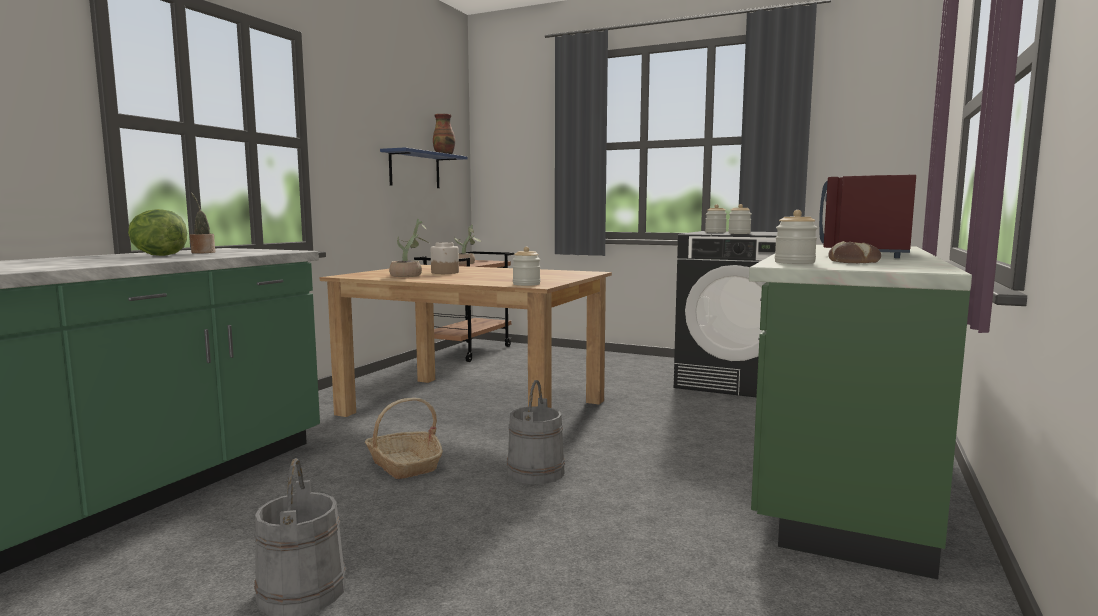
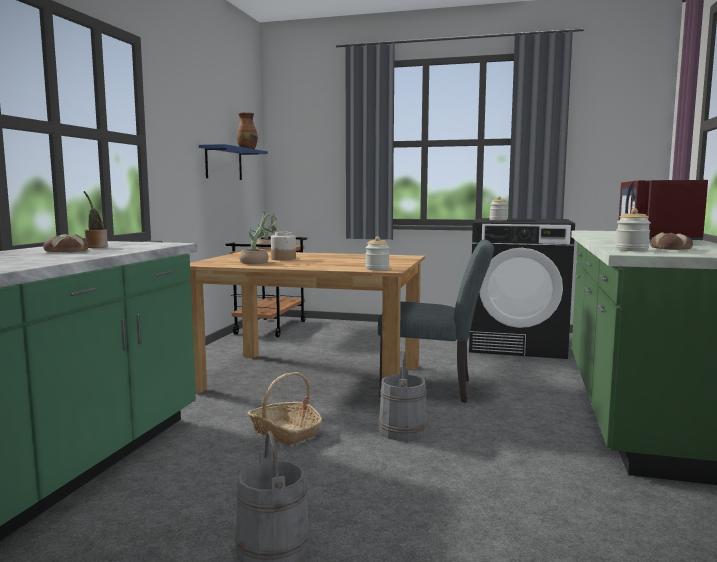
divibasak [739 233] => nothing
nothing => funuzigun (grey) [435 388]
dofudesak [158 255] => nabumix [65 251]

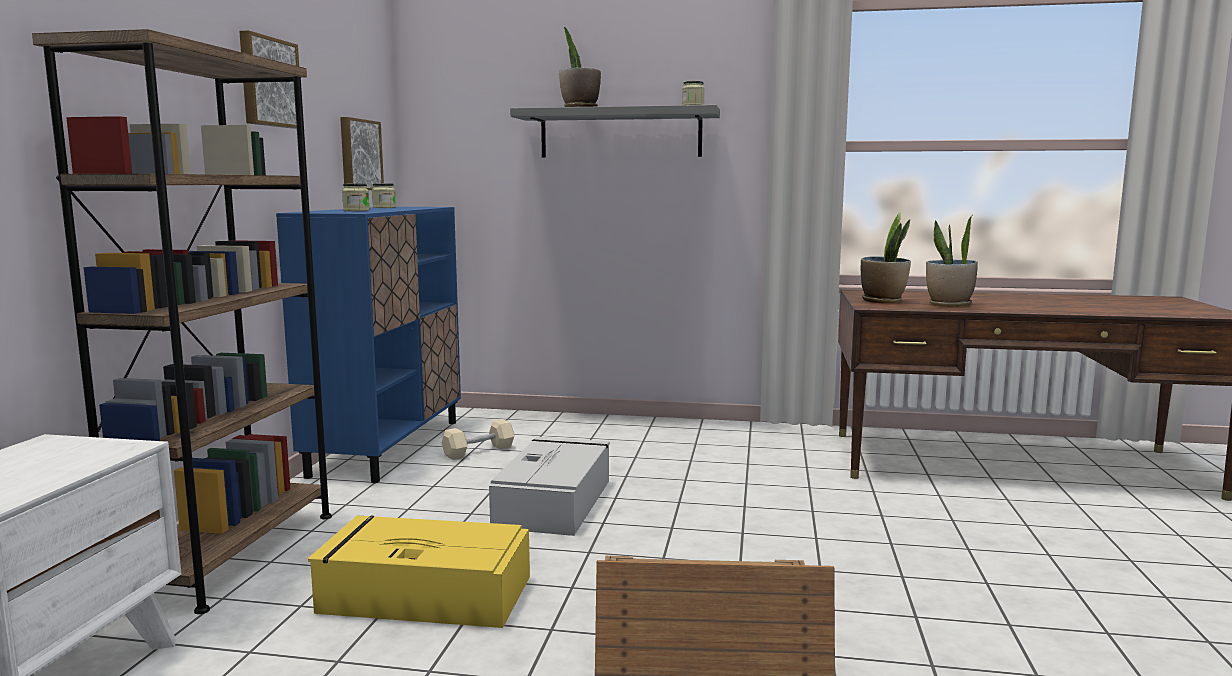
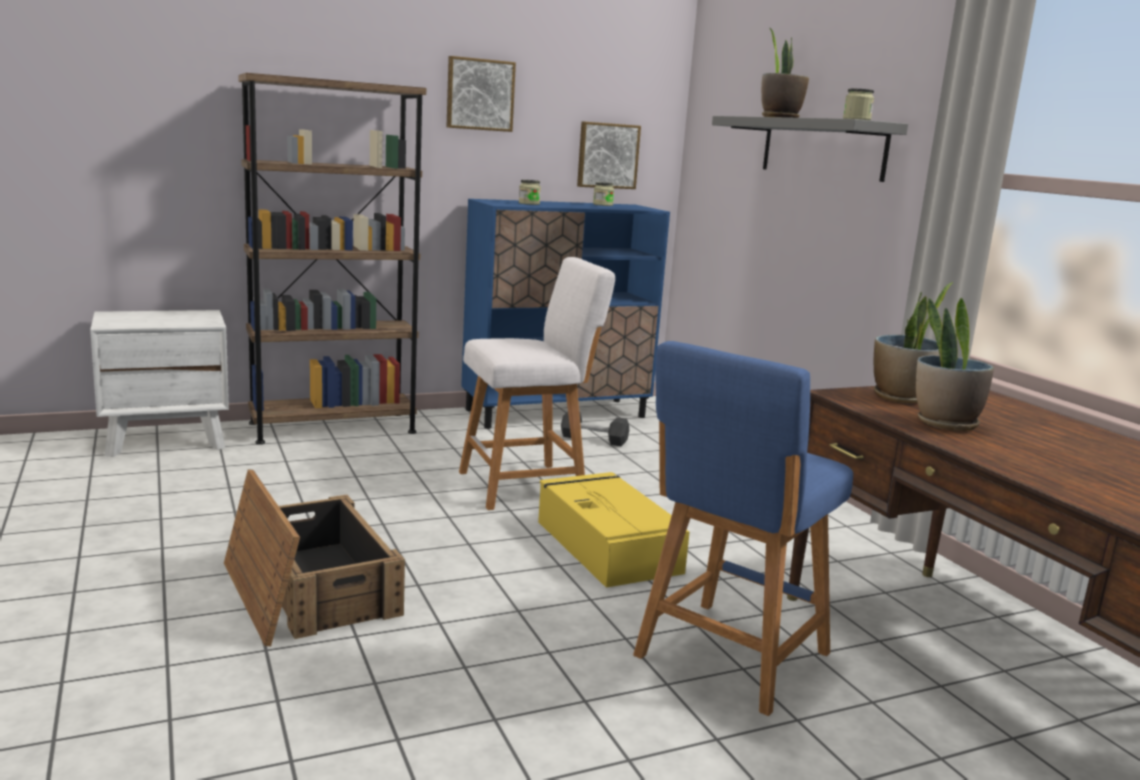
nothing => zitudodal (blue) [727 658]
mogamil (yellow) [423 594] => mogamil (yellow) [606 545], moved
mogamil (grey) [554 502] => zitudodal (white) [528 485]
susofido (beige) [479 451] => susofido (black) [594 439]

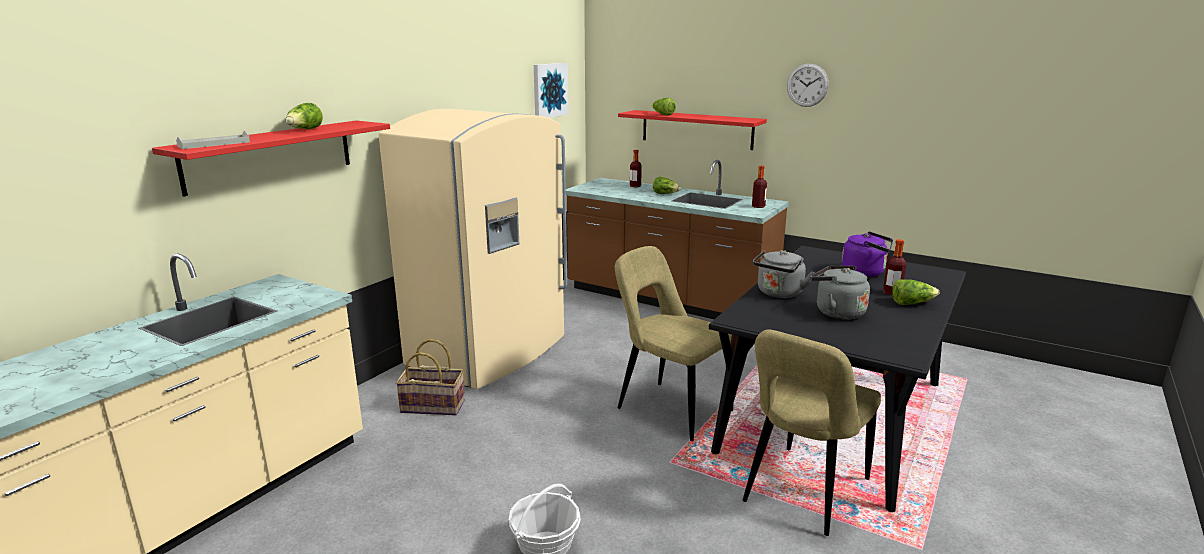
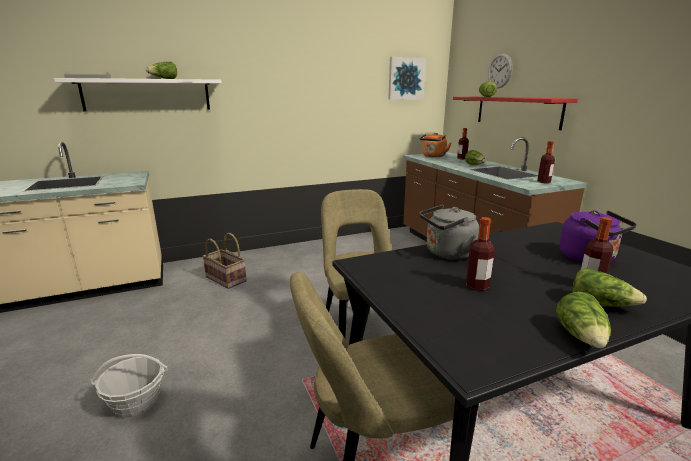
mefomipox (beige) [490 352] => nothing
nothing => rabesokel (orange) [433 156]
nothing => dofudesak [581 337]
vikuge [807 85] => vikuge [499 71], moved
rabesokel (grey) [836 312] => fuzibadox [477 286]
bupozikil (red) [270 155] => bupozikil (white) [147 95]

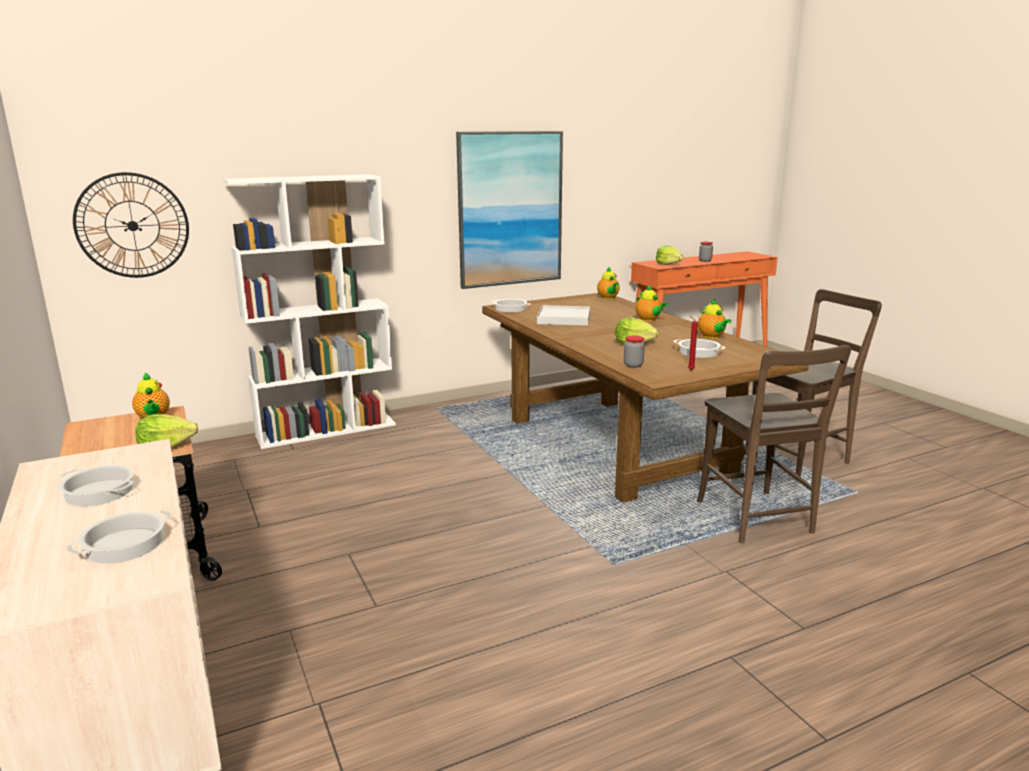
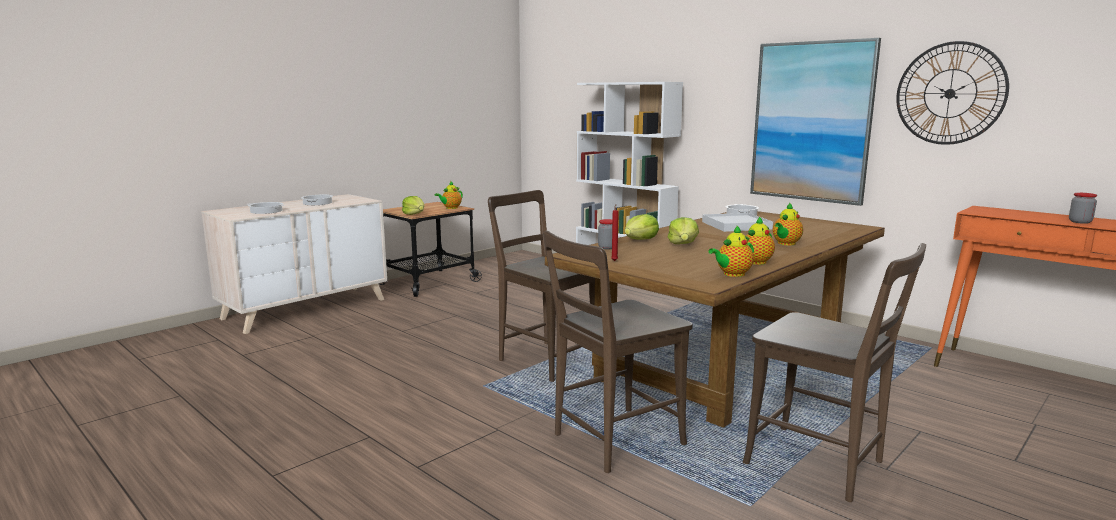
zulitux [699 352] => nothing
nothing => funuzigun (brown) [545 359]
vikuge [132 225] => vikuge [950 93], moved
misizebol [608 298] => misizebol [732 274], moved
dofudesak [669 264] => dofudesak [640 240], moved

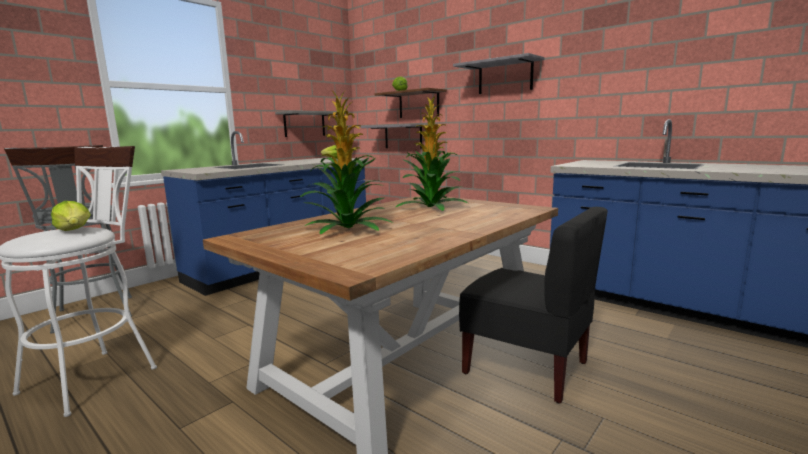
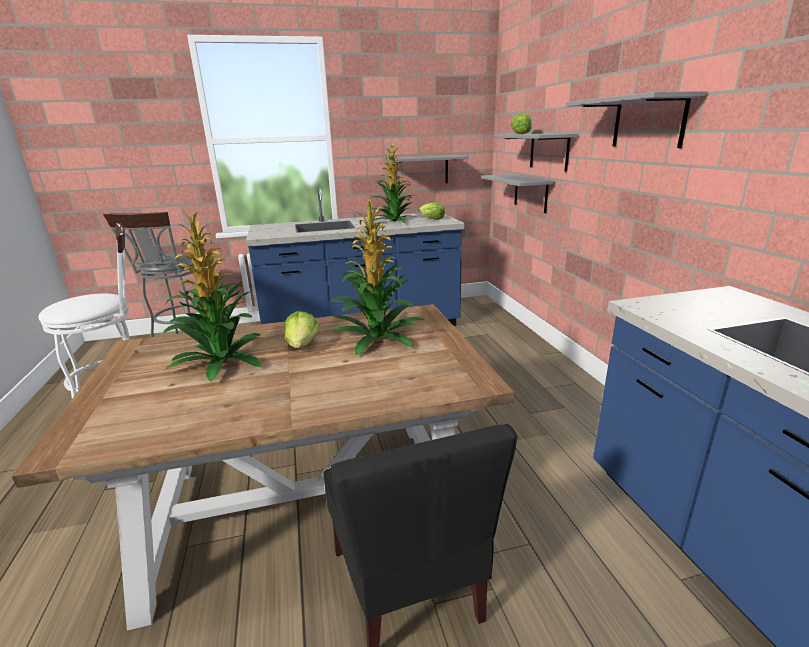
nothing => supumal [394 221]
dofudesak [75 230] => dofudesak [302 345], moved
bupozikil (brown) [419 104] => bupozikil (grey) [549 151]

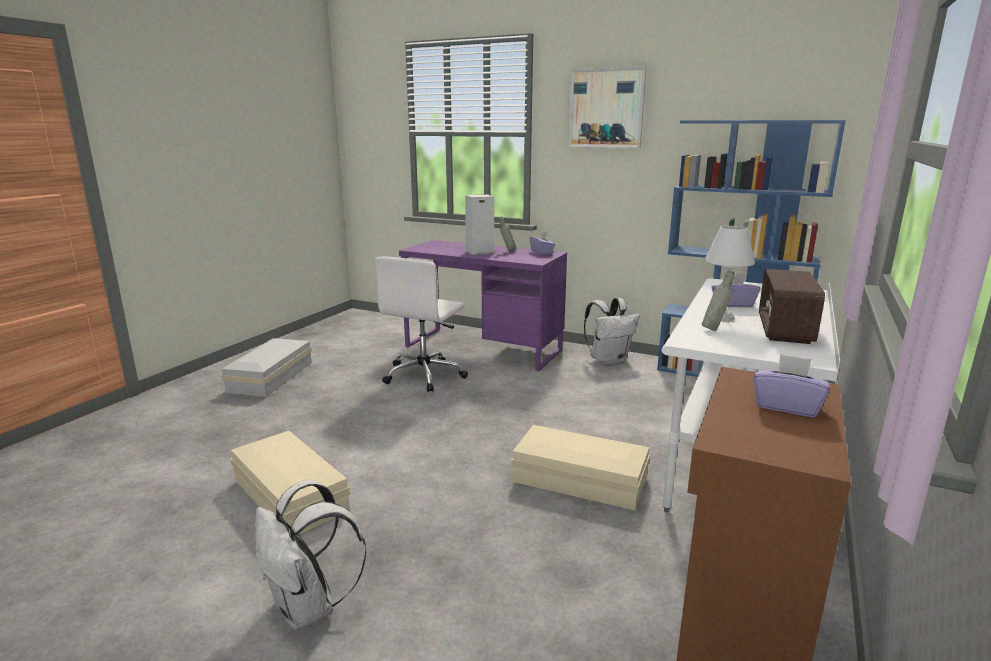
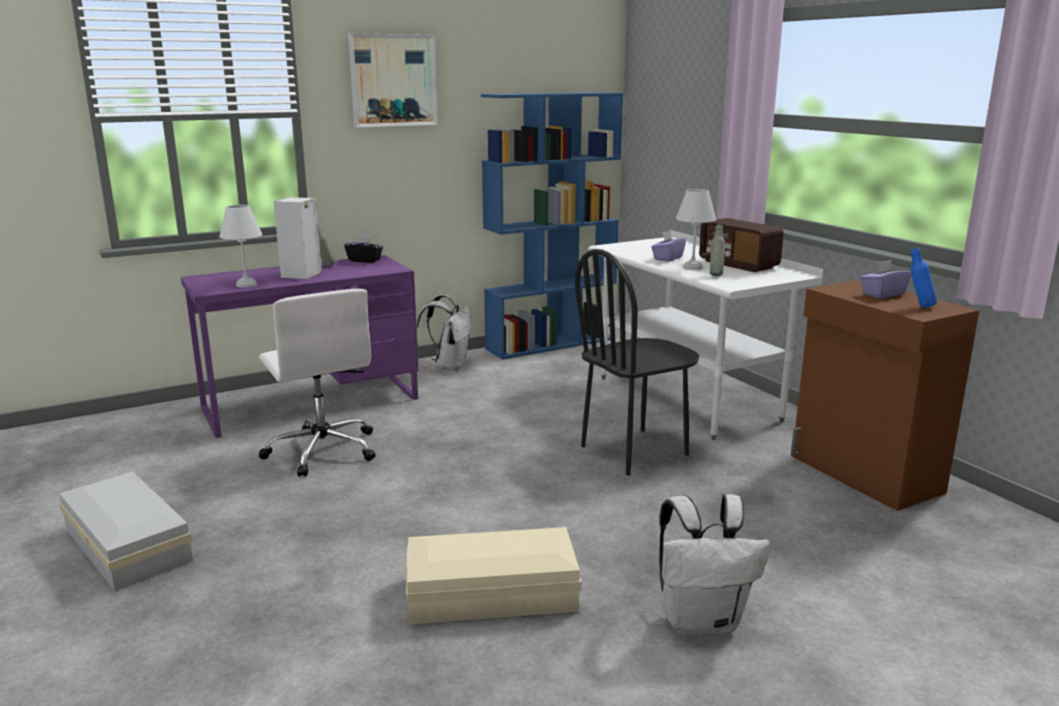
nothing => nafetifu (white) [246 284]
nothing => fuzibadox (blue) [919 307]
mogamil (beige) [578 478] => funuzigun (black) [634 451]
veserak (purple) [542 252] => veserak (black) [364 260]

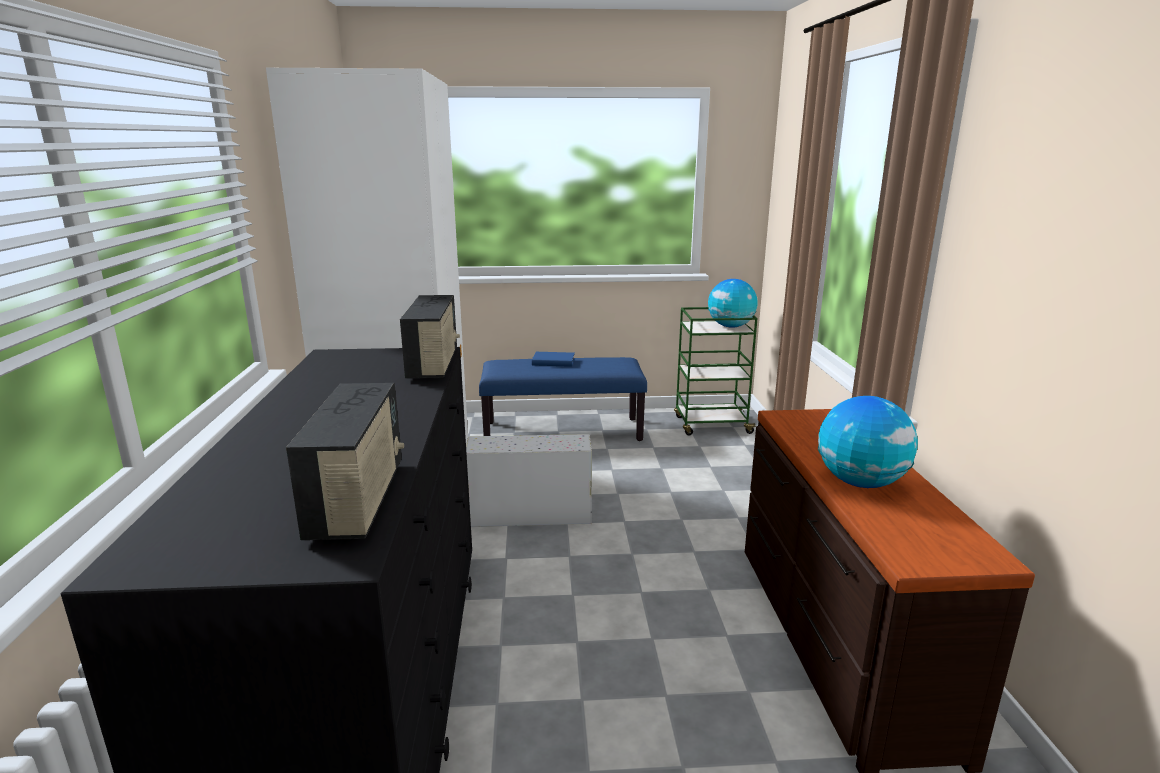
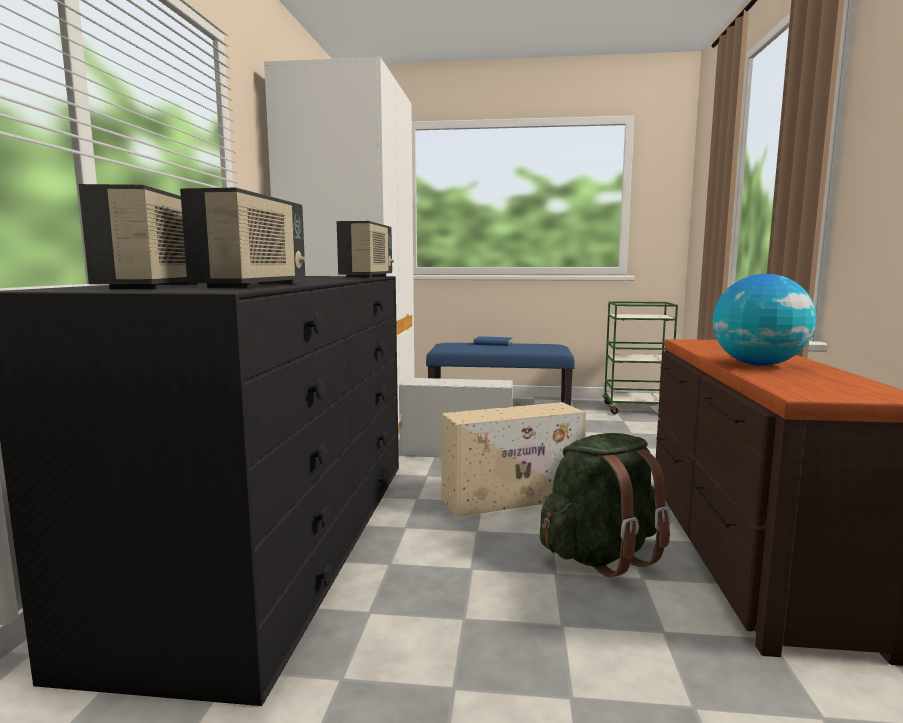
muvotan [731 326] => nothing
nothing => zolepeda [159 287]
nothing => mogamil (beige) [514 498]
nothing => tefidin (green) [601 555]

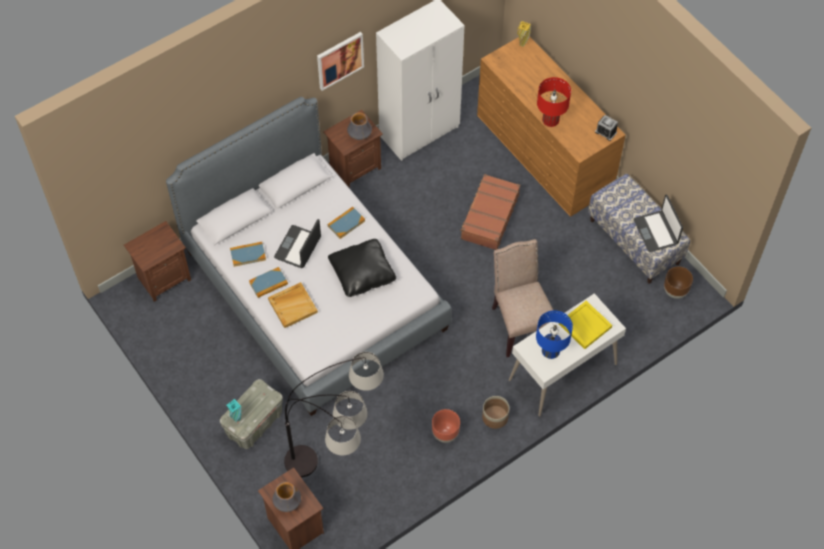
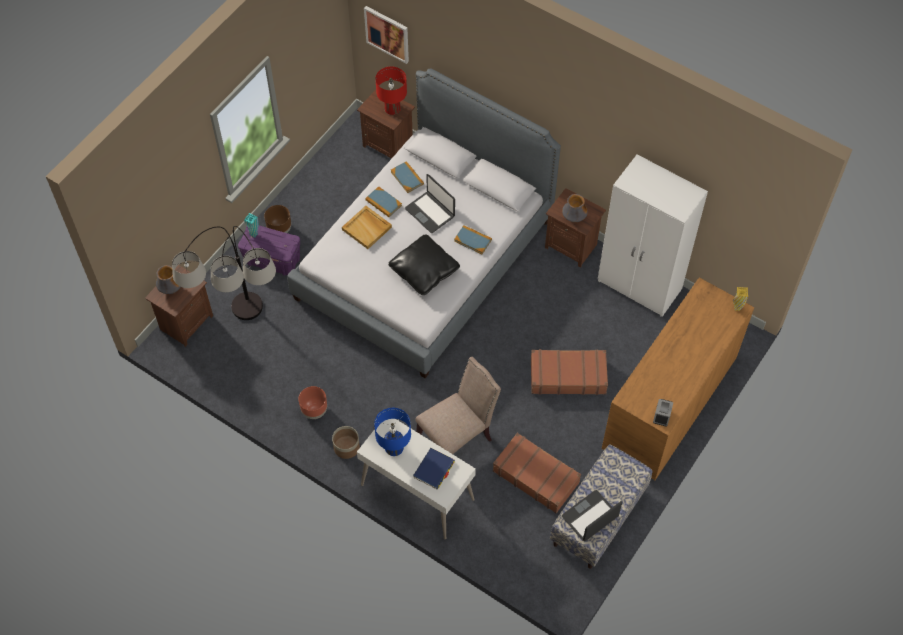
nothing => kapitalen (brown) [536 476]
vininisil [340 60] => vininisil [387 34], moved
nafetifu (red) [550 119] => nafetifu (red) [392 108], moved
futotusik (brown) [675 291] => futotusik (brown) [279 229], moved
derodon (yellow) [584 325] => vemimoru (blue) [434 469]
mogamil (grey) [254 423] => mogamil (purple) [273 259]
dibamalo [298 247] => dibamalo [430 212], 135 degrees counterclockwise

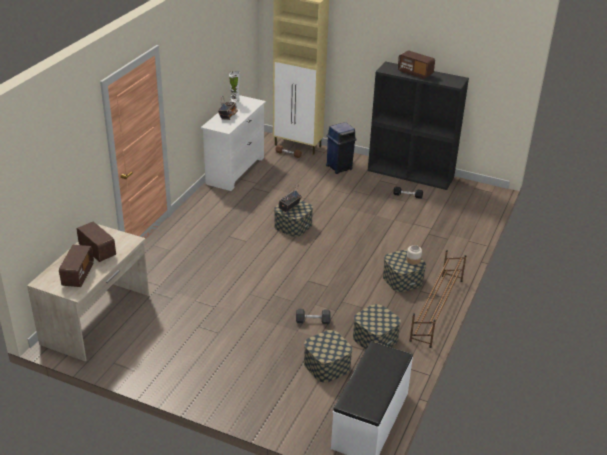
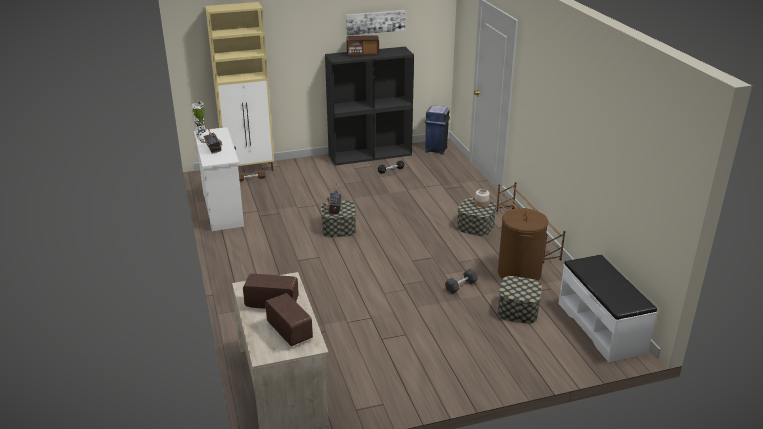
nothing => vininisil [375 22]
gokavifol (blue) [339 167] => gokavifol (blue) [436 149], moved
mogamil [375 338] => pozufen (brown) [519 273]

